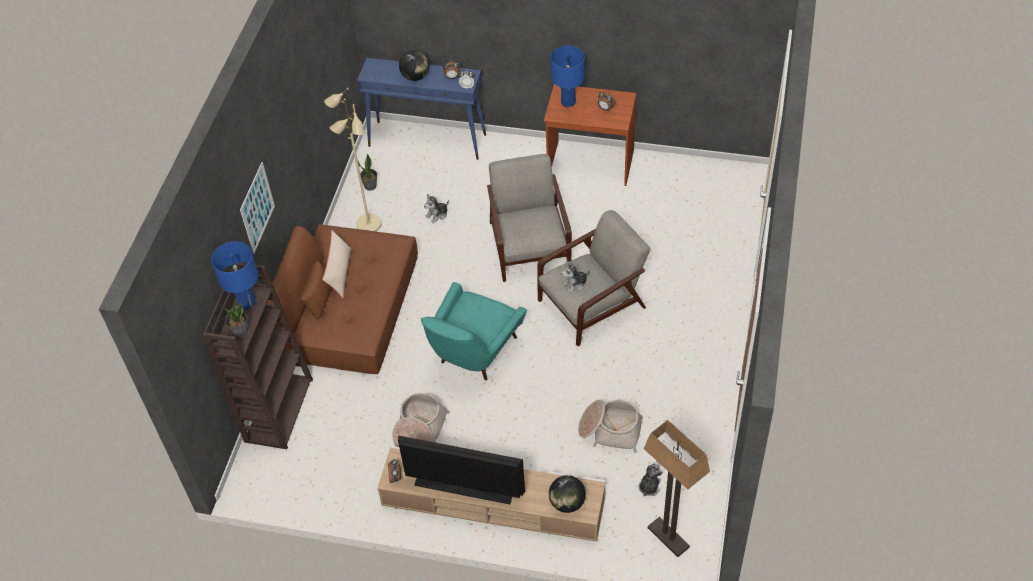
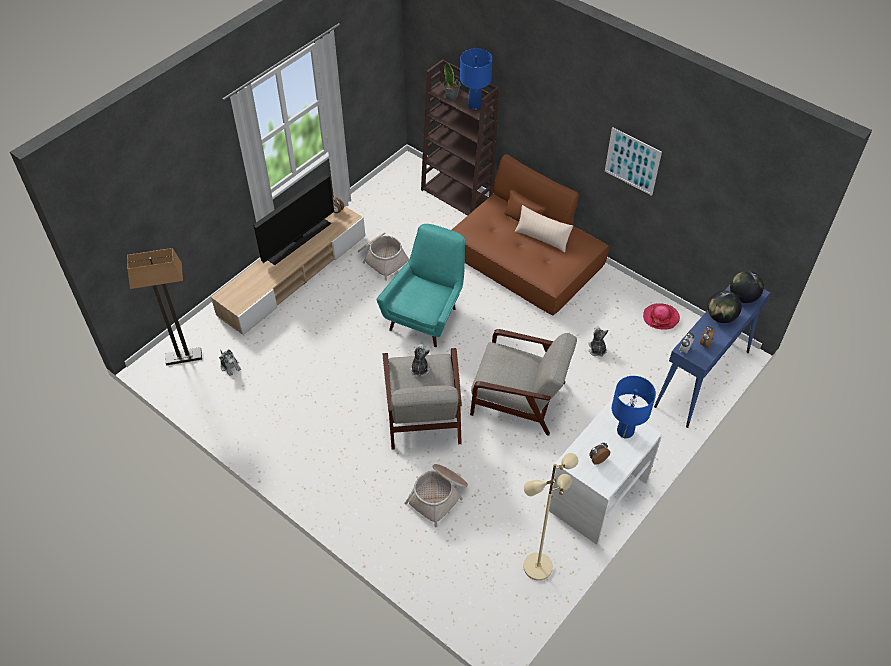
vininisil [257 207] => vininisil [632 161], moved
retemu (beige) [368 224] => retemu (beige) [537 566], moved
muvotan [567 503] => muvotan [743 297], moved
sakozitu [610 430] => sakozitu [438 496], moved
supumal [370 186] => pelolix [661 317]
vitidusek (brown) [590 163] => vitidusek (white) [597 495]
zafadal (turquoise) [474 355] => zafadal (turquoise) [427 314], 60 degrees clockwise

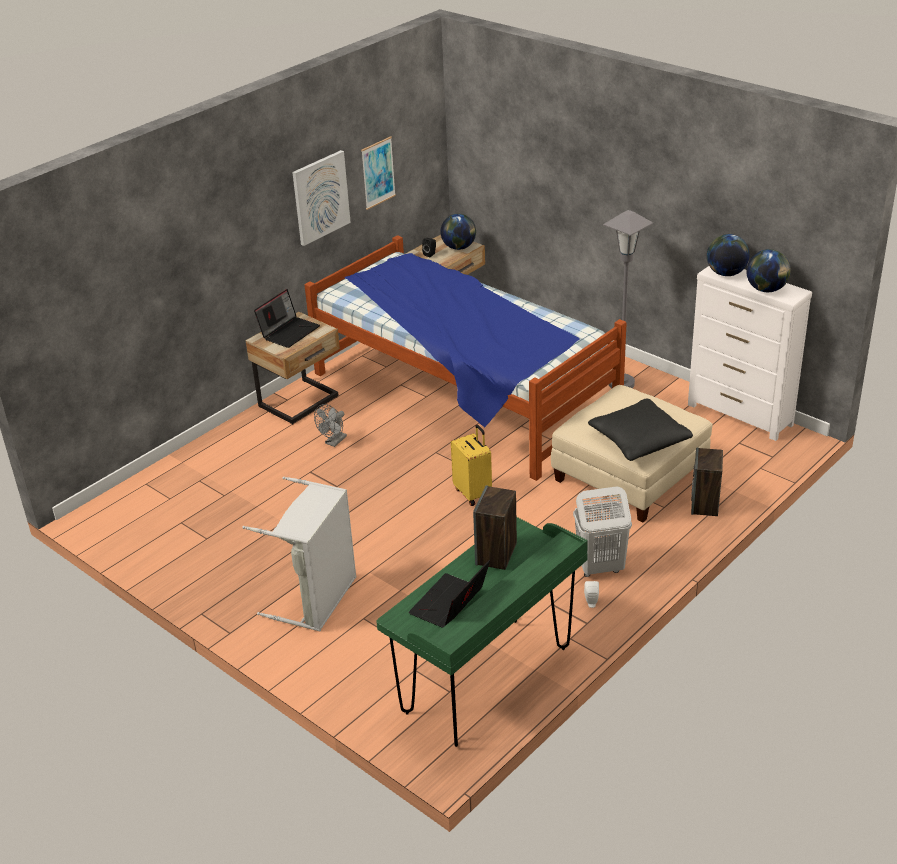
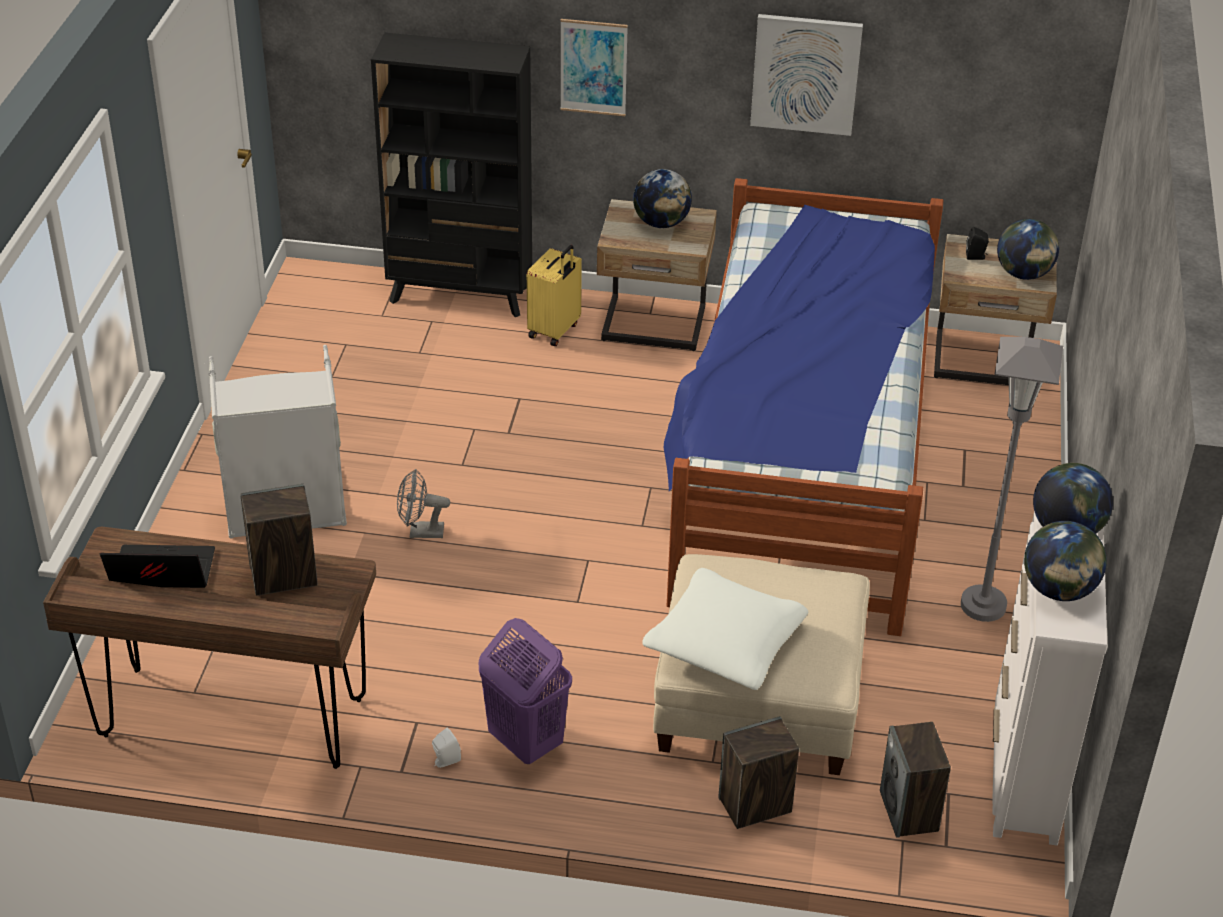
nothing => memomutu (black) [460 294]
nothing => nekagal [909 812]
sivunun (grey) [334 442] => sivunun (grey) [420 532], moved
vininisil [378 173] => vininisil [593 67], moved
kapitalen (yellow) [473 493] => kapitalen (yellow) [555 331], moved
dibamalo [289 331] => muvotan [661 223]
vitidusek (green) [488 681] => vitidusek (brown) [233 719]
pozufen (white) [600 567] => pozufen (purple) [525 742]
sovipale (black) [639 440] => sovipale (white) [725 644]

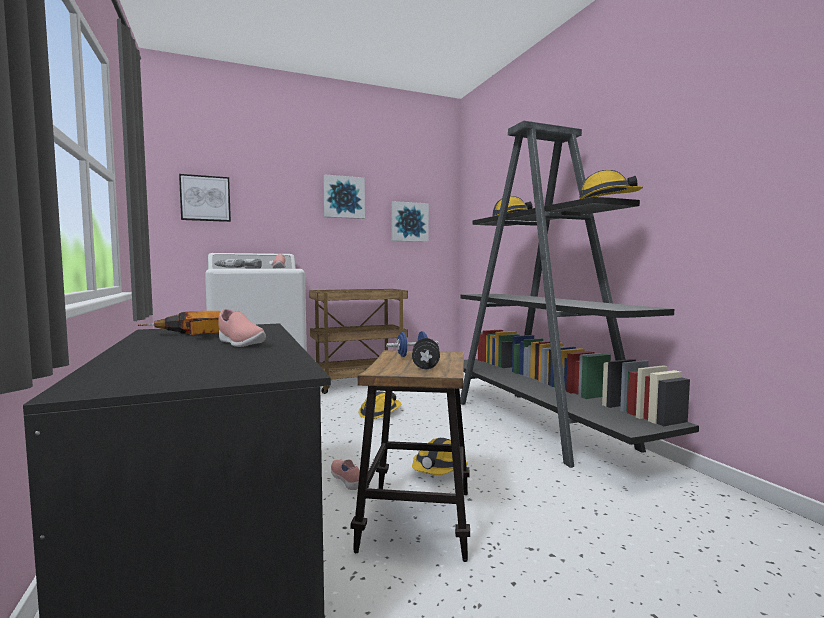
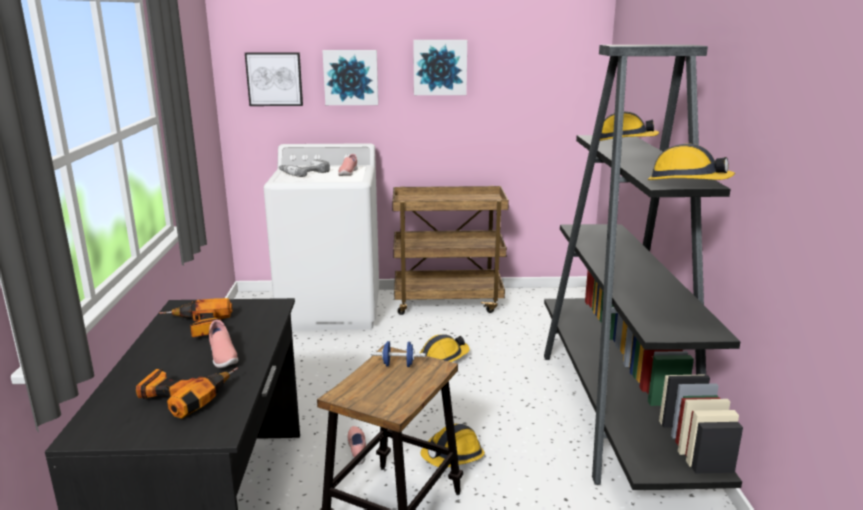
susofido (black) [425 366] => nothing
nothing => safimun [185 395]
vininisil [409 222] => vininisil [351 77], moved

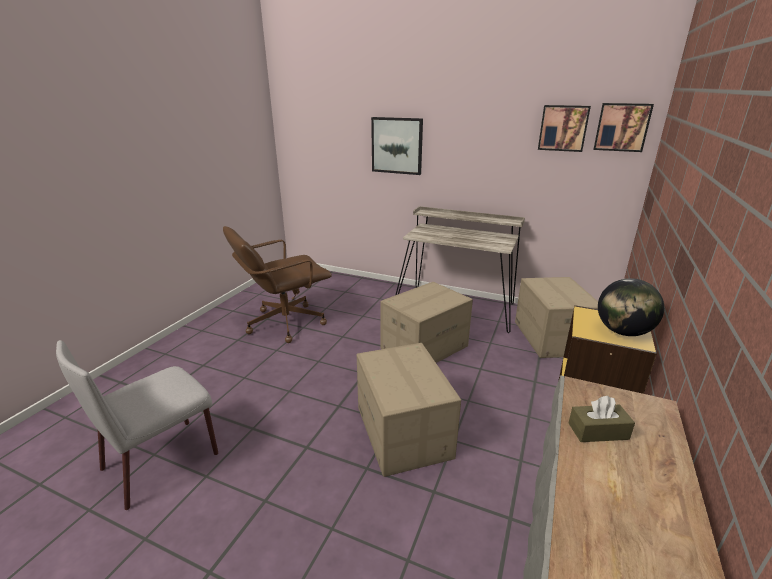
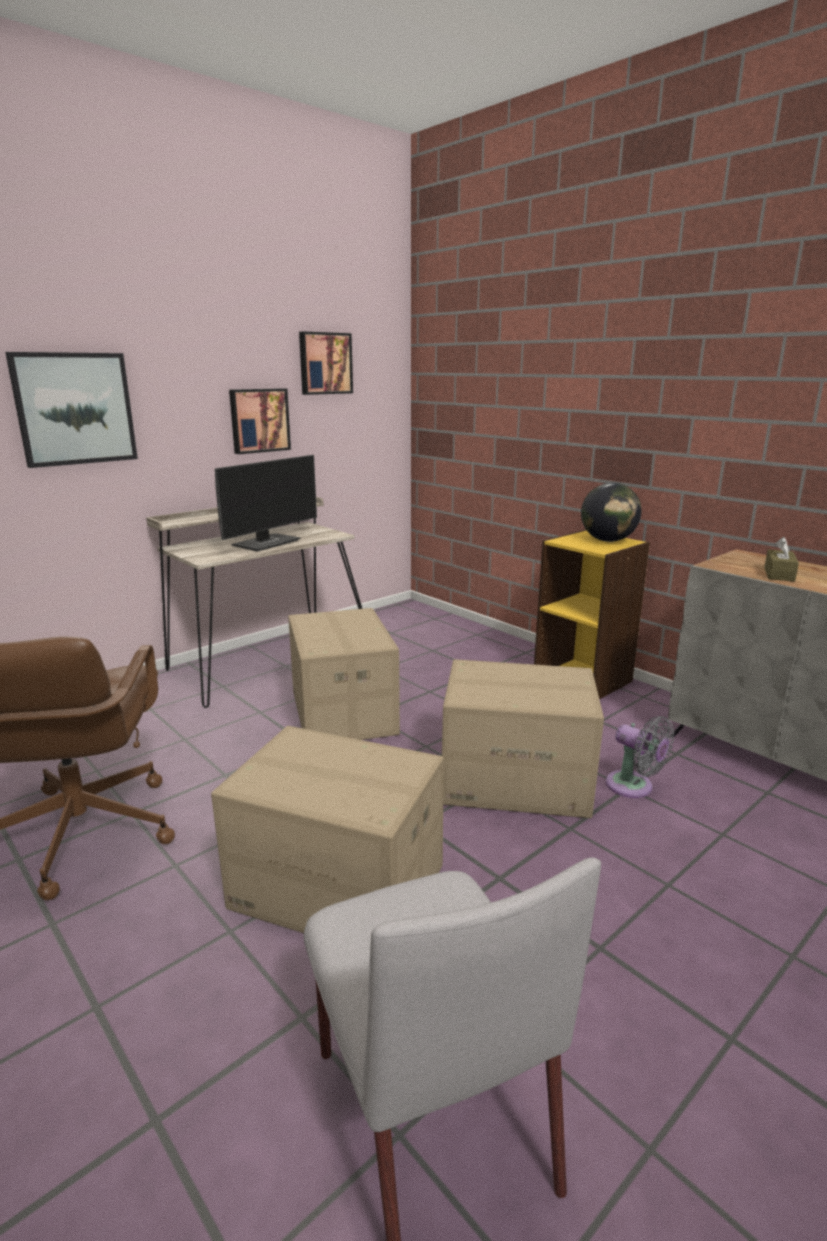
nothing => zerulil [267 543]
nothing => sivunun (grey) [633 787]
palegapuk [550 338] => palegapuk [337 888], moved
vininisil [622 127] => vininisil [259 420], moved

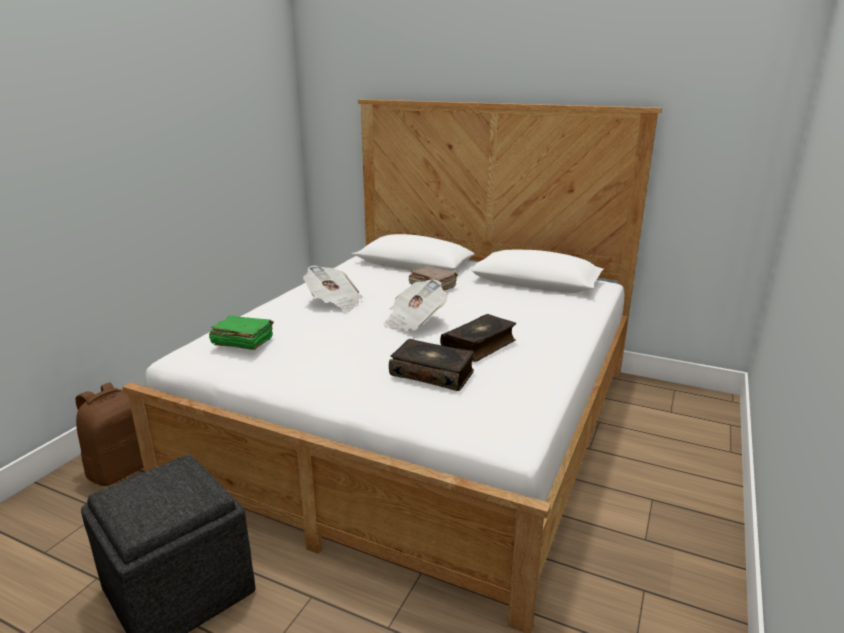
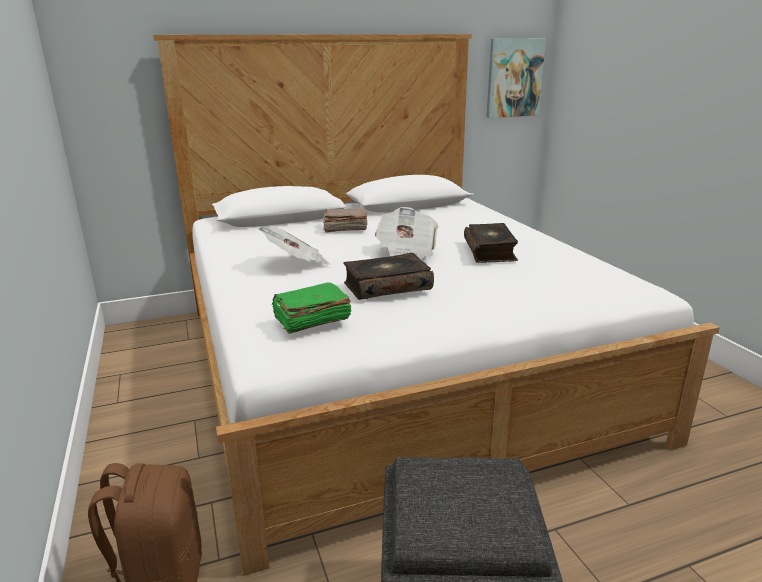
nothing => vininisil [514 78]
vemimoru [432 373] => vemimoru [387 286], moved

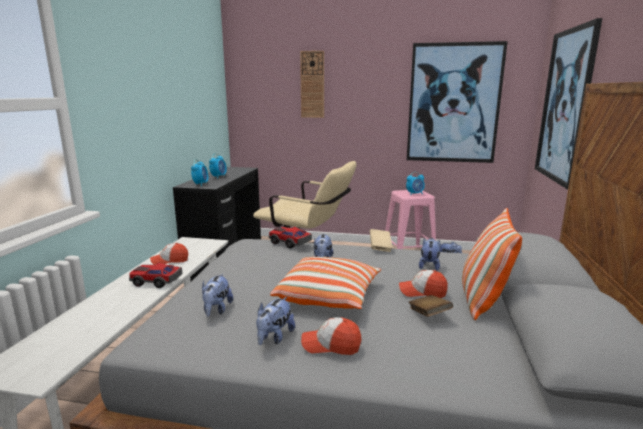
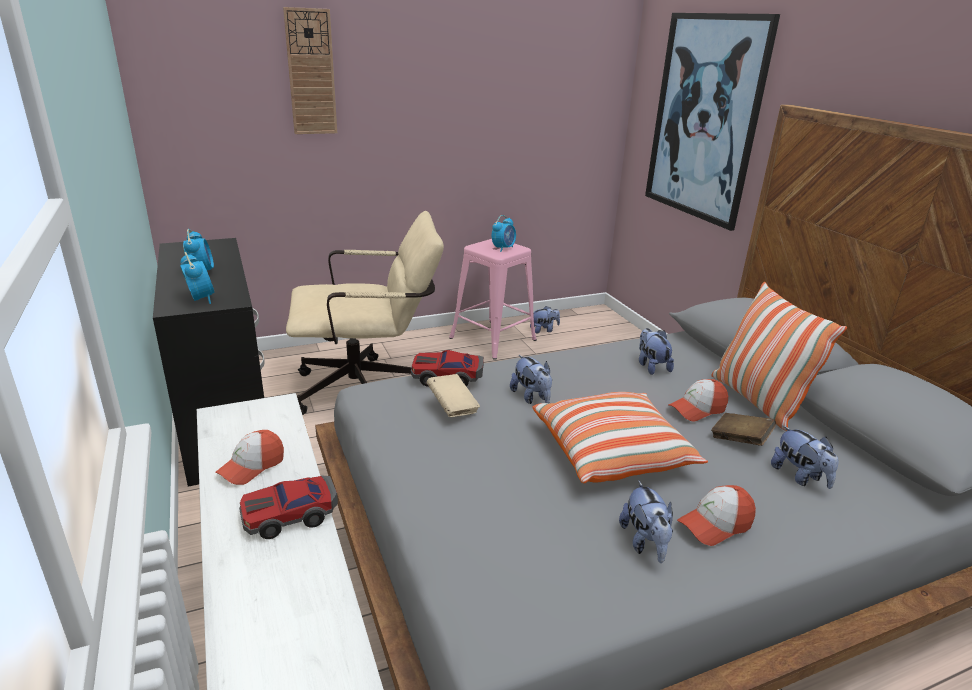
vininisil [453 104] => nothing
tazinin [216 310] => tazinin [799 476], moved
vemimoru (beige) [380 247] => vemimoru (beige) [452 407], moved

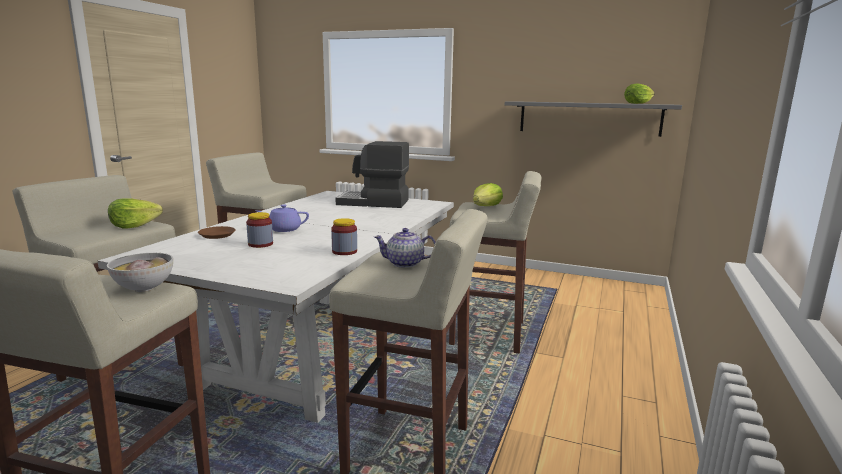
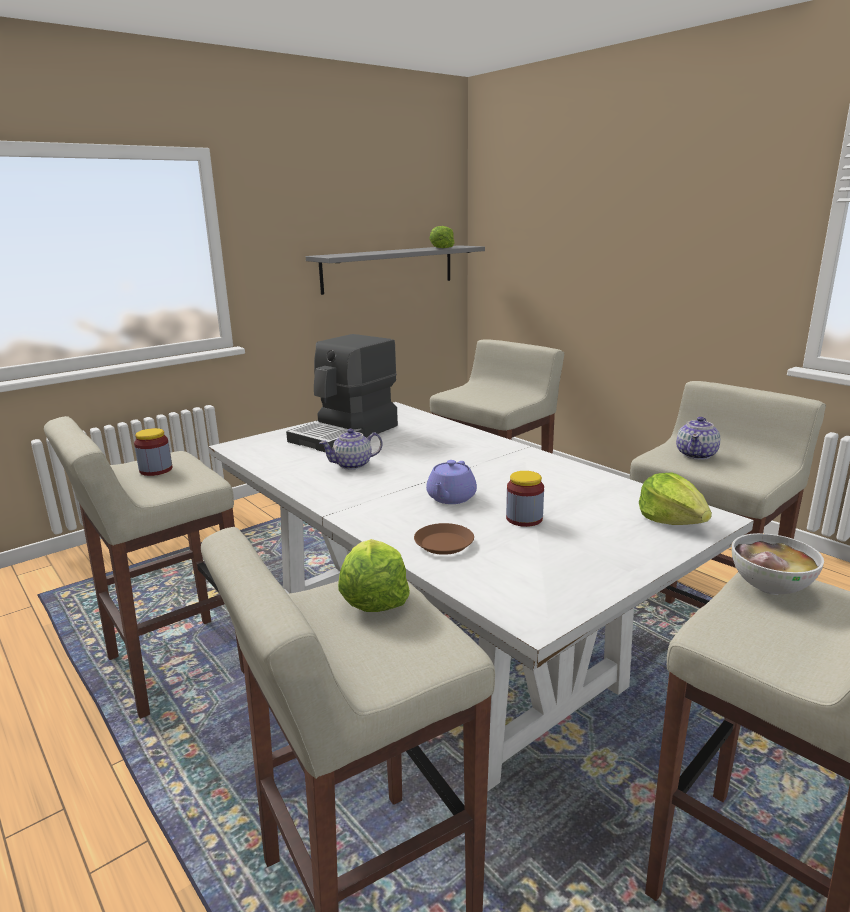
nothing => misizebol [353 465]
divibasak [344 251] => divibasak [156 470], moved
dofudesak [486 206] => dofudesak [671 520], moved

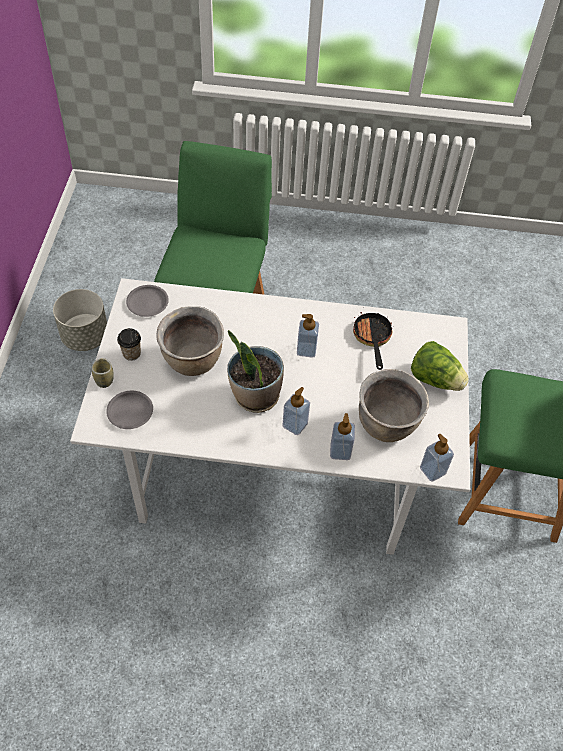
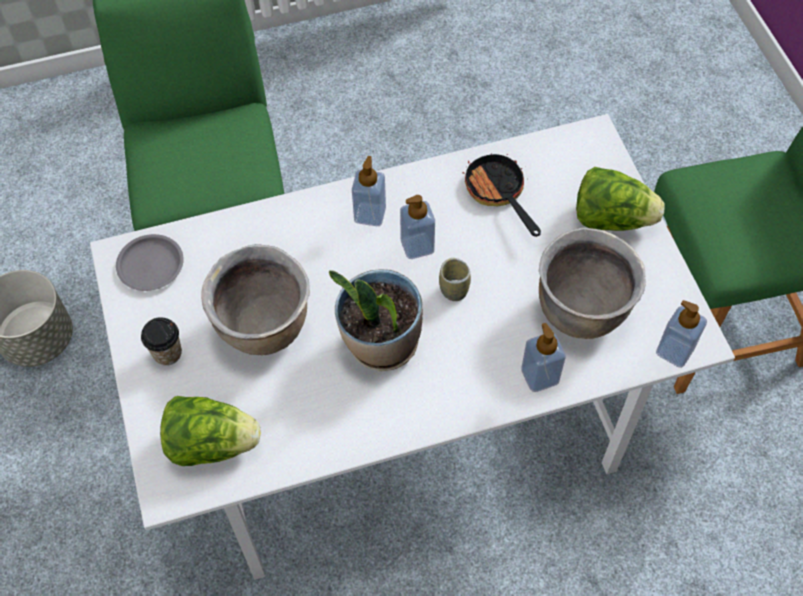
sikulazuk [104 380] => sikulazuk [454 290], moved
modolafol [295 425] => modolafol [370 214], moved
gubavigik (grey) [130 411] => dofudesak [212 443]

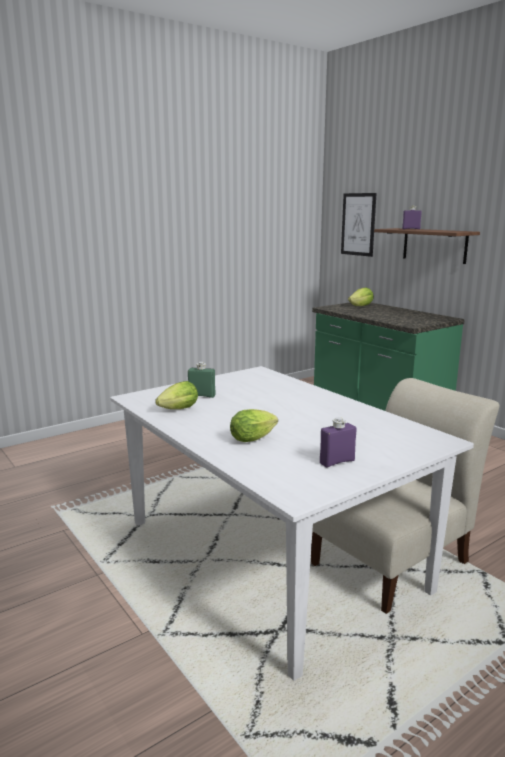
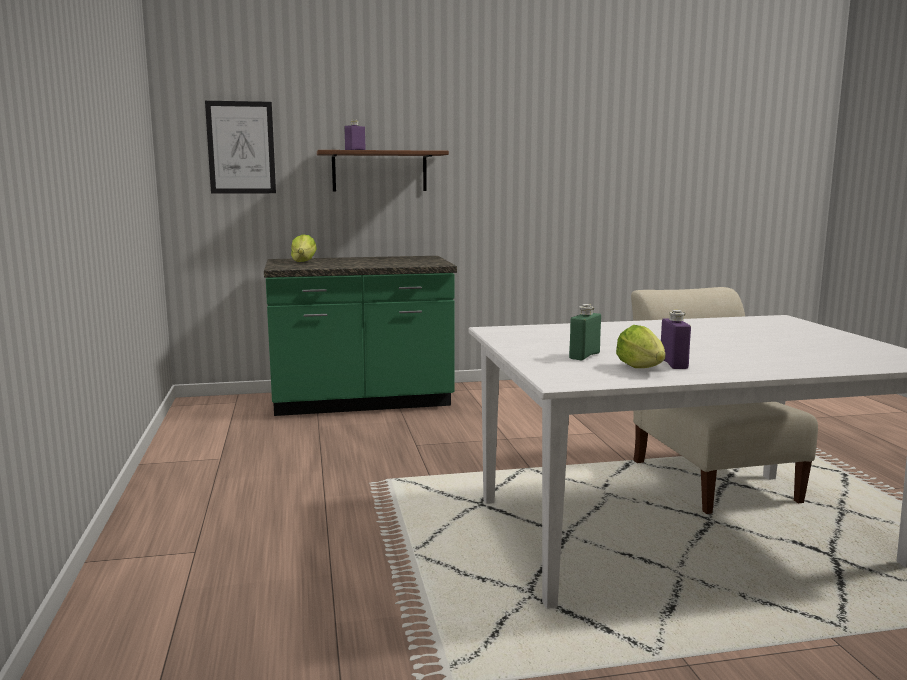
dofudesak [255 438] => nothing
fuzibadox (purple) [337 462] => fuzibadox (purple) [673 364], moved

